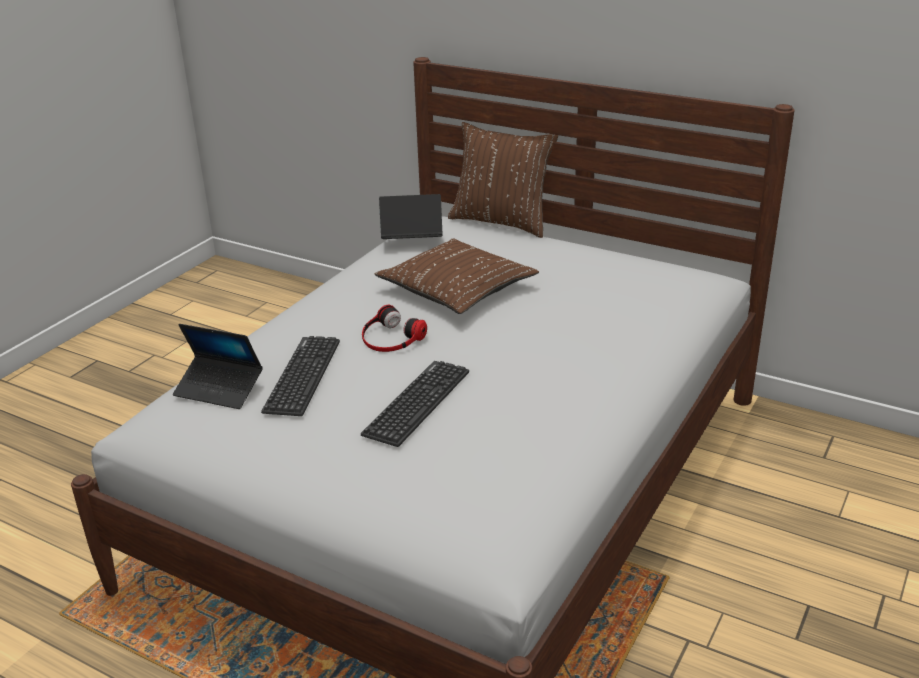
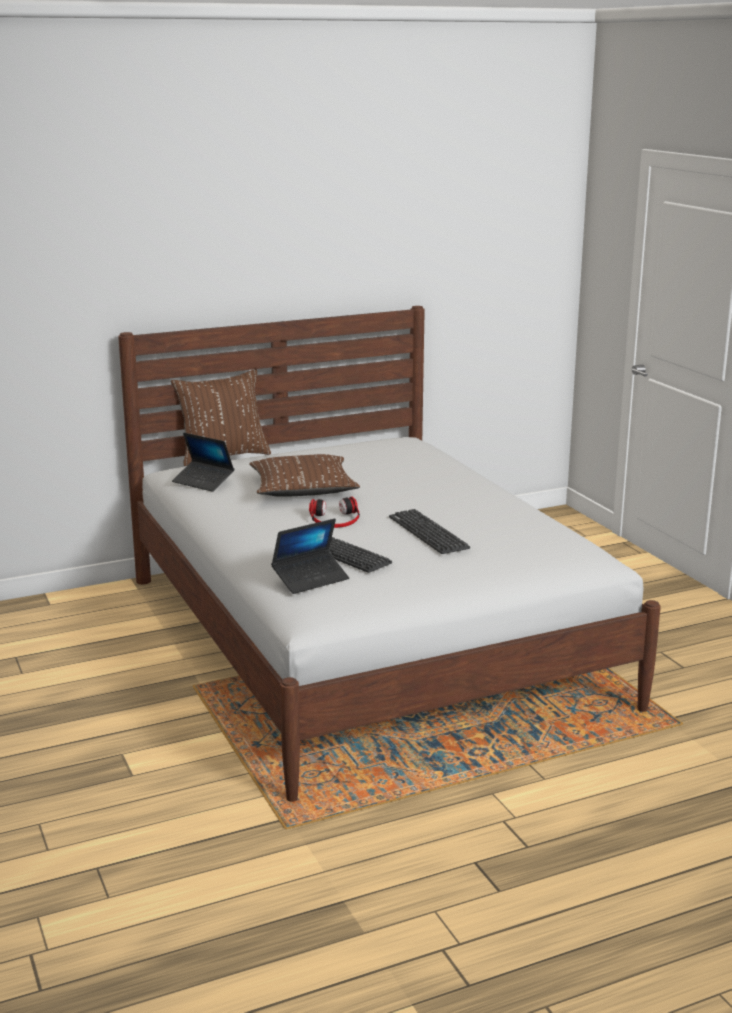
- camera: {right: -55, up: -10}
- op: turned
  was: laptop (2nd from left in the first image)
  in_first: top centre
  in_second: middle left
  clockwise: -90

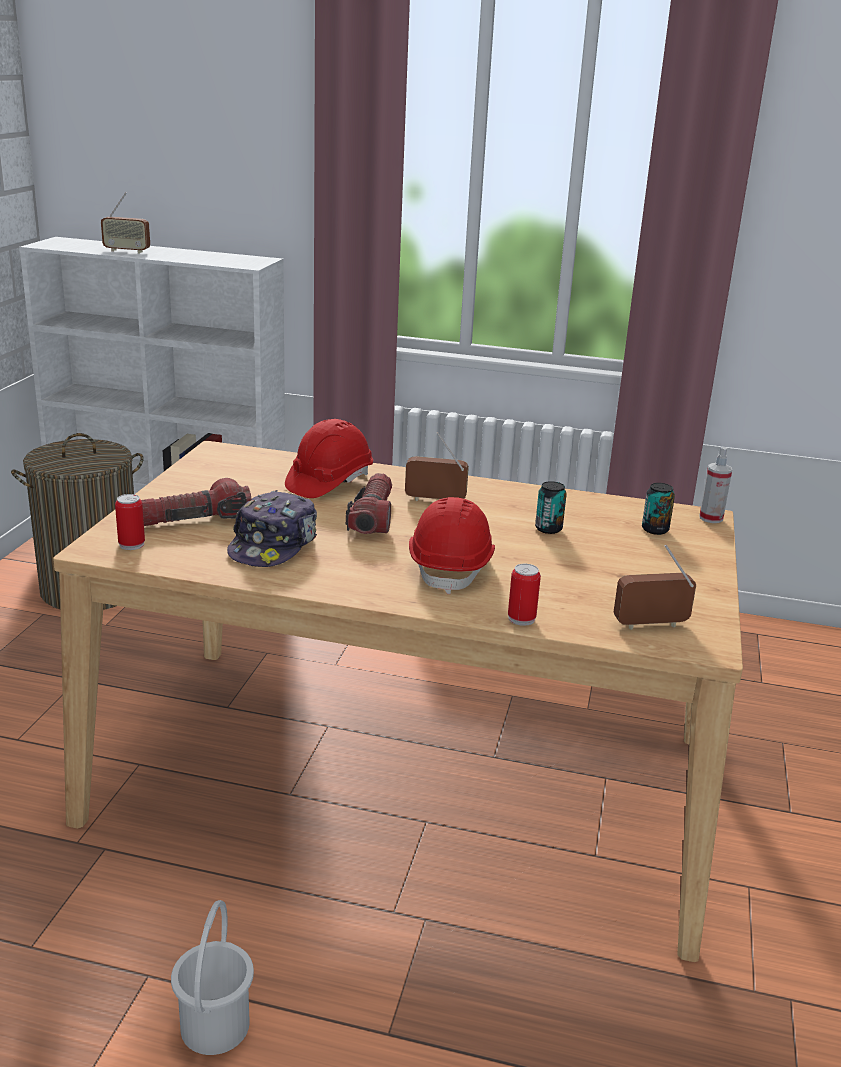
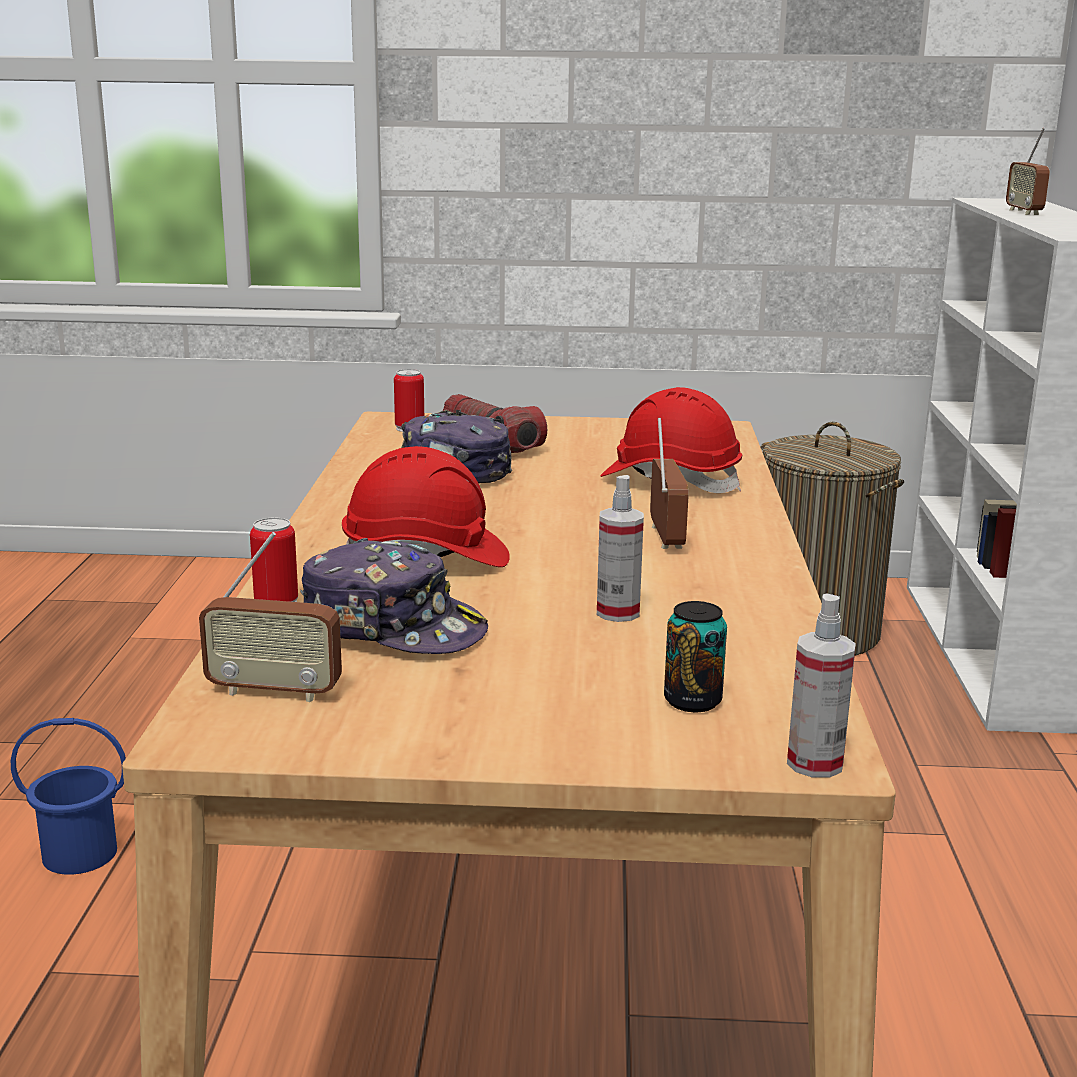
- camera: {right: 80, up: -5}
- op: recoloured
  was: white bucket
  now: blue bucket
  in_first: bottom left
  in_second: bottom left
- op: removed
  was: flashlight (2nd from left)
  in_first: centre
- op: replaced
  was: can (3rd from left)
  now: spray bottle (1st from left)
  in_first: centre
  in_second: centre
- op: turned
  was: radio (3rd from left in the first image)
  in_first: middle right
  in_second: middle left
  clockwise: 120
- op: added
  now: cap (1st from left)
  in_second: centre

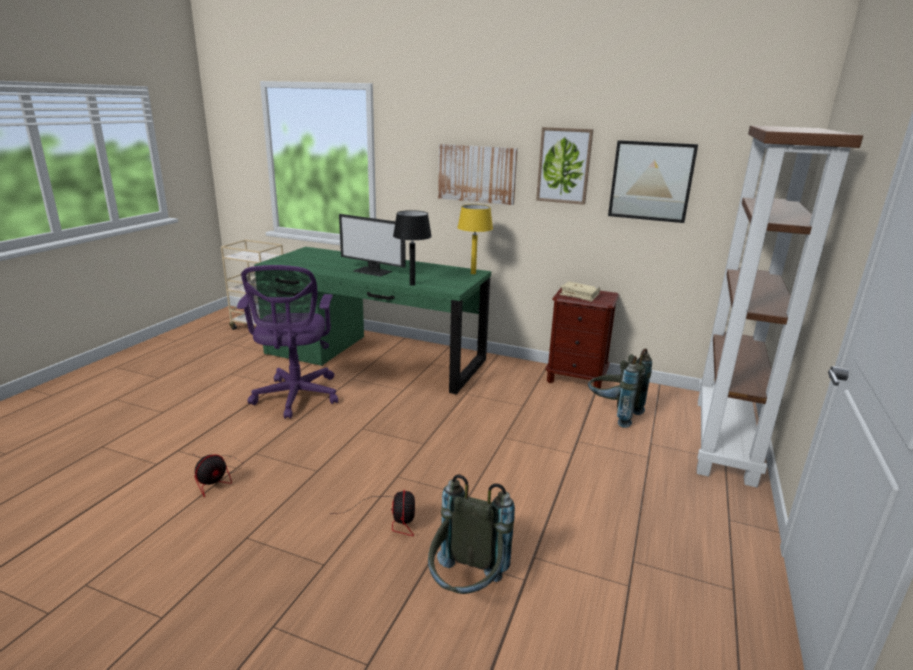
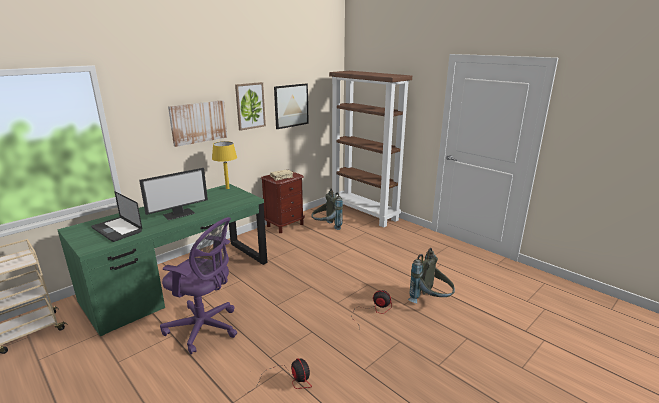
- camera: {right: -65, up: 0}
- op: removed
  was: black table lamp
  in_first: centre
- op: added
  now: laptop
  in_second: middle left

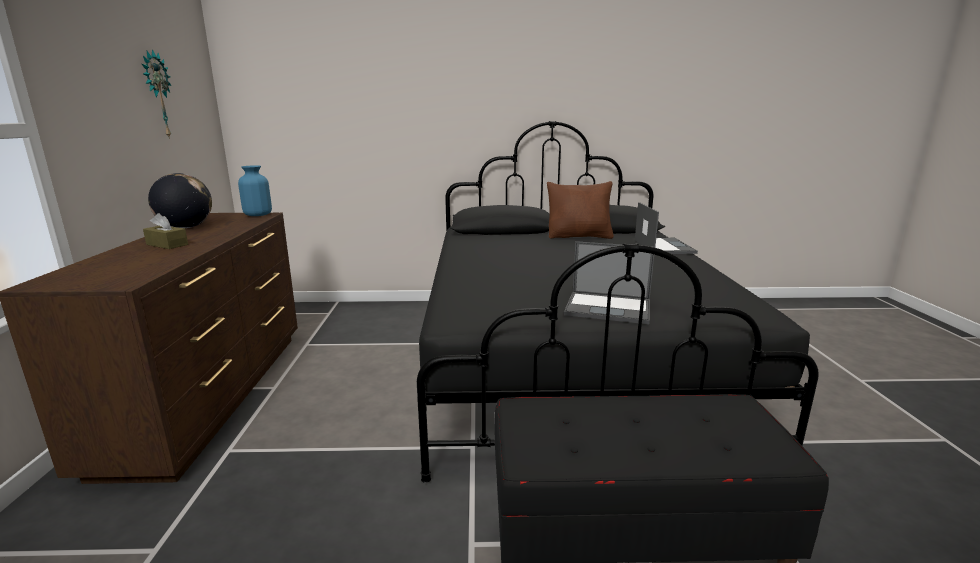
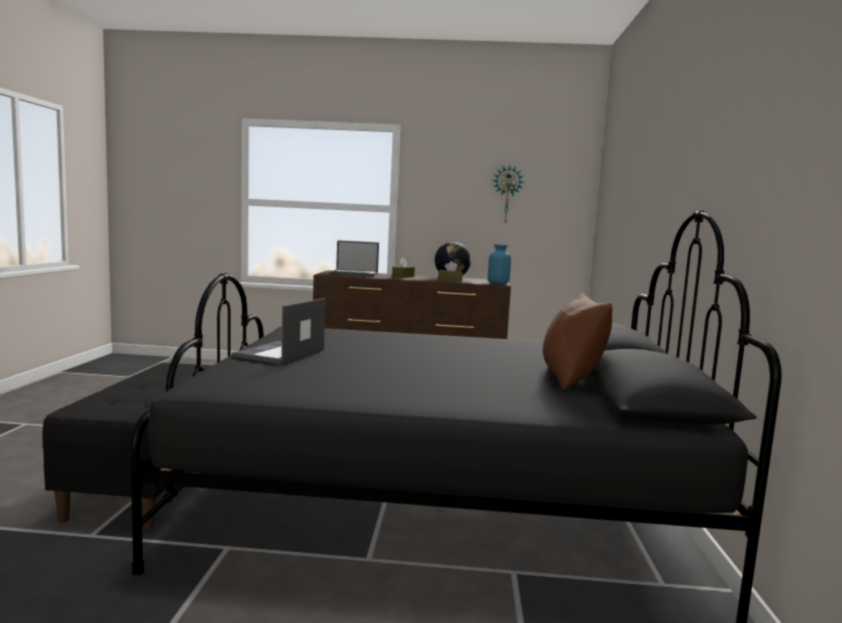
- camera: {right: 95, up: -10}
- op: moved
  was: laptop (2nd from left)
  in_first: middle right
  in_second: centre
- op: added
  now: brown tissue box (2nd from left)
  in_second: centre

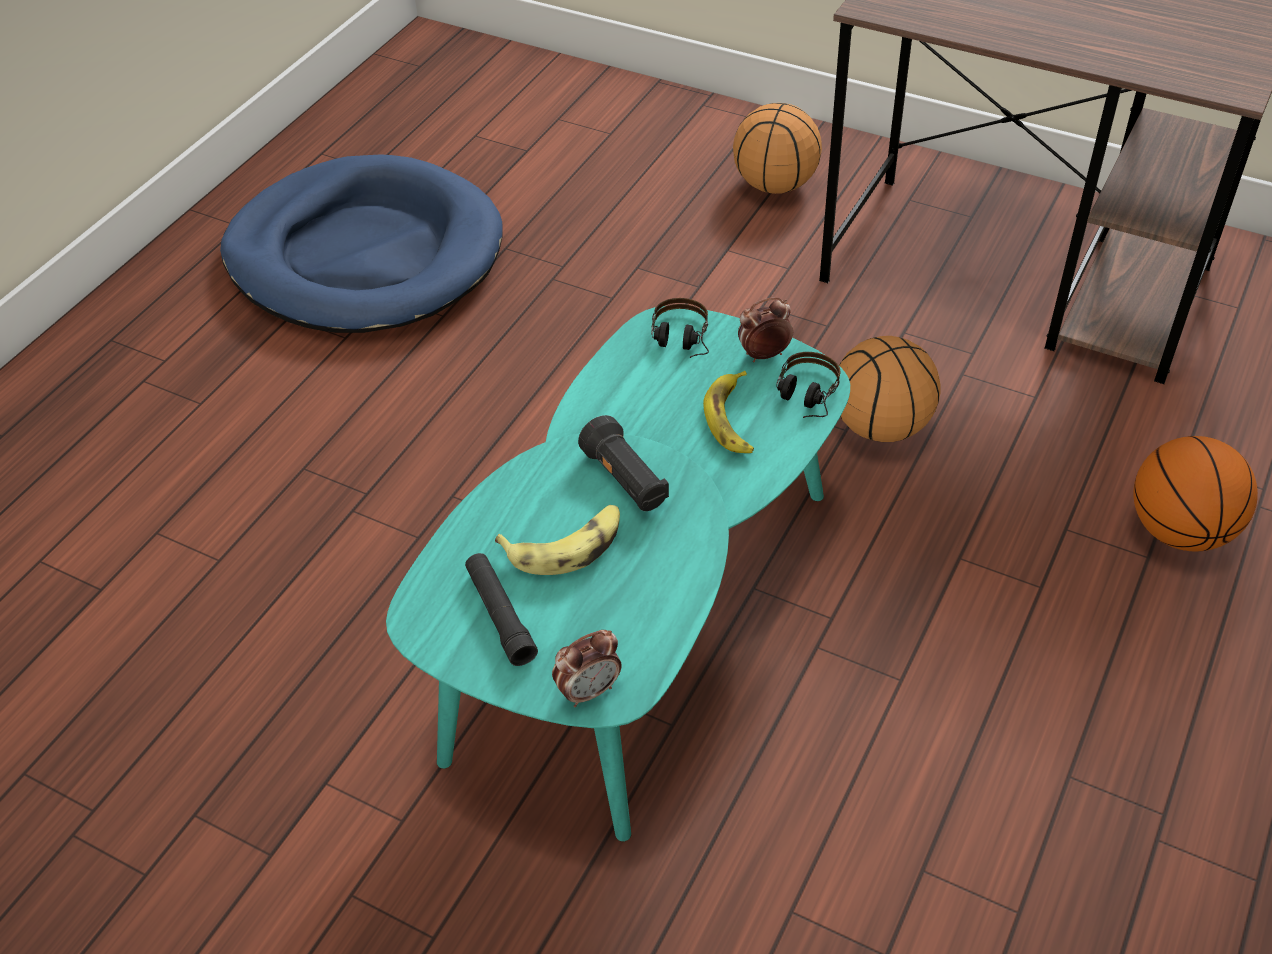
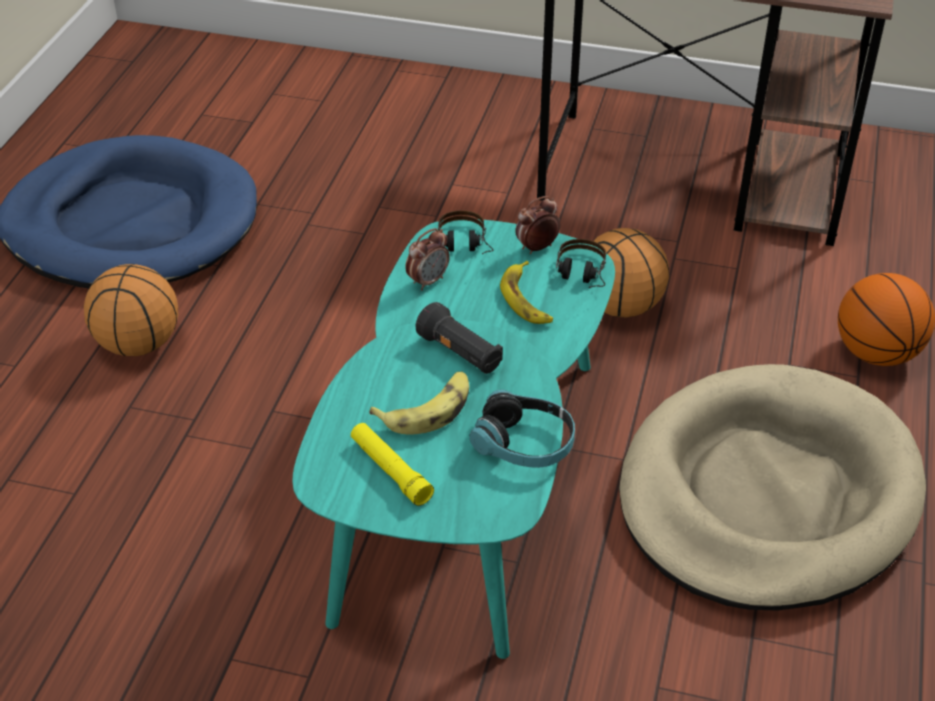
- camera: {right: -15, up: -5}
- op: recoloured
  was: black flashlight (1st from left)
  now: yellow flashlight
  in_first: centre
  in_second: centre
- op: moved
  was: alarm clock (1st from left)
  in_first: bottom centre
  in_second: centre
- op: moved
  was: basketball (1st from left)
  in_first: top centre
  in_second: middle left
- op: added
  now: headphones (2nd from left)
  in_second: centre
- op: added
  now: beige dog bed
  in_second: bottom right

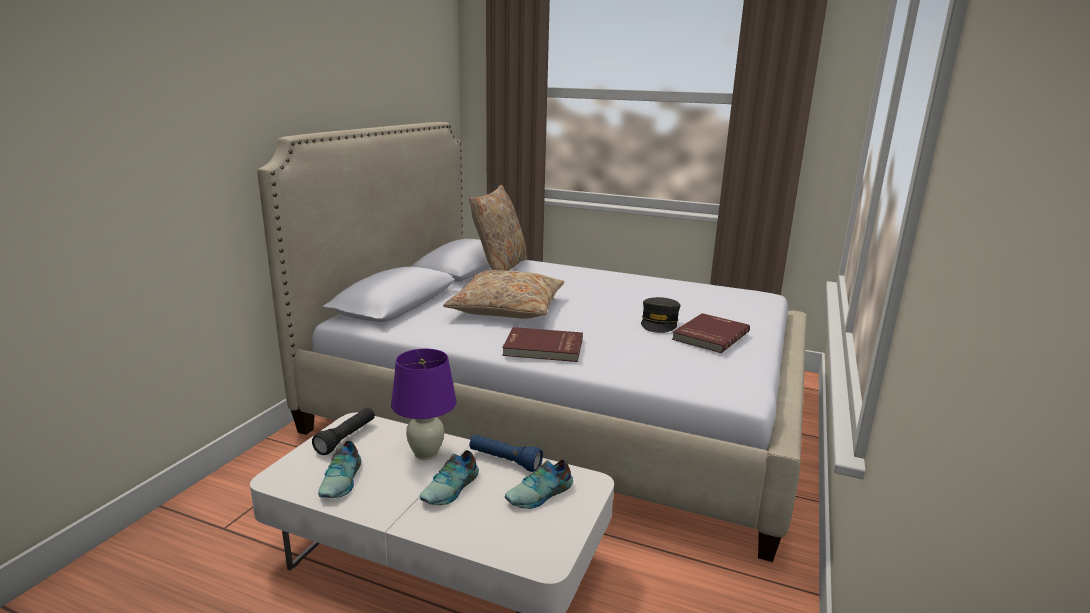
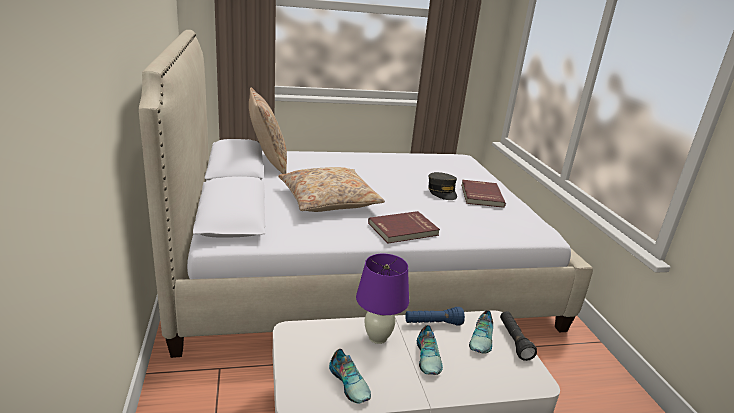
- camera: {right: -35, up: 5}
- op: moved
  was: black flashlight
  in_first: bottom left
  in_second: bottom right

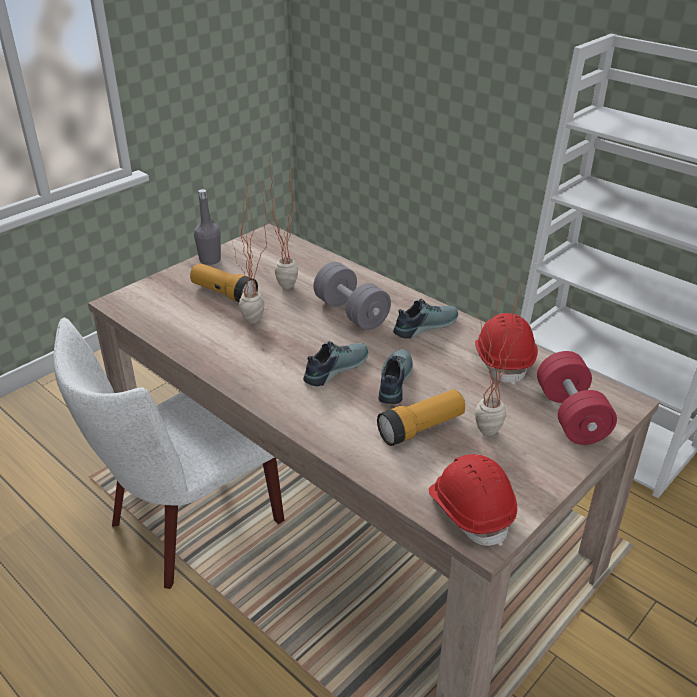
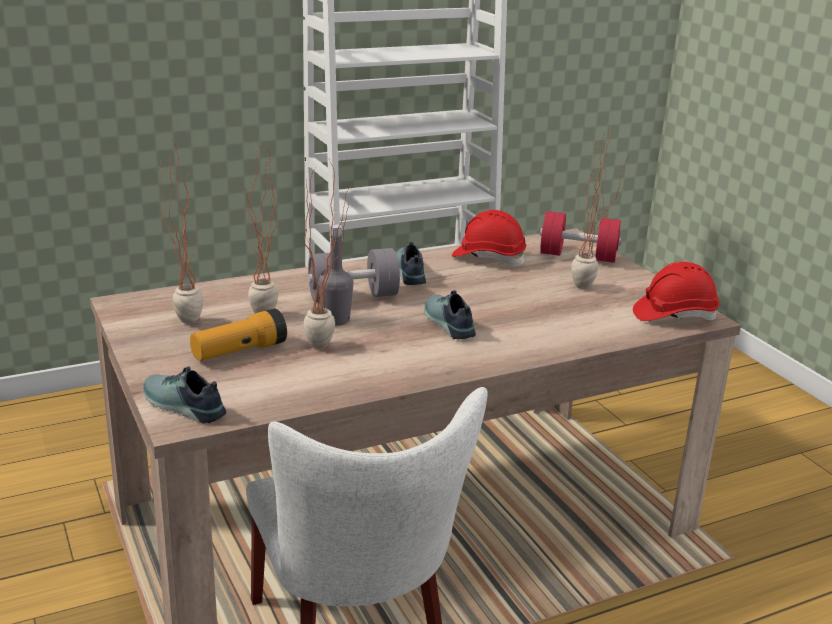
- camera: {right: -70, up: -10}
- op: moved
  was: grey bottle
  in_first: top left
  in_second: centre
- op: removed
  was: flashlight (2nd from left)
  in_first: centre
- op: moved
  was: shoe (2nd from left in the first image)
  now: shoe (1st from left)
  in_first: centre
  in_second: middle left
- op: added
  now: potted plant (1st from left)
  in_second: middle left

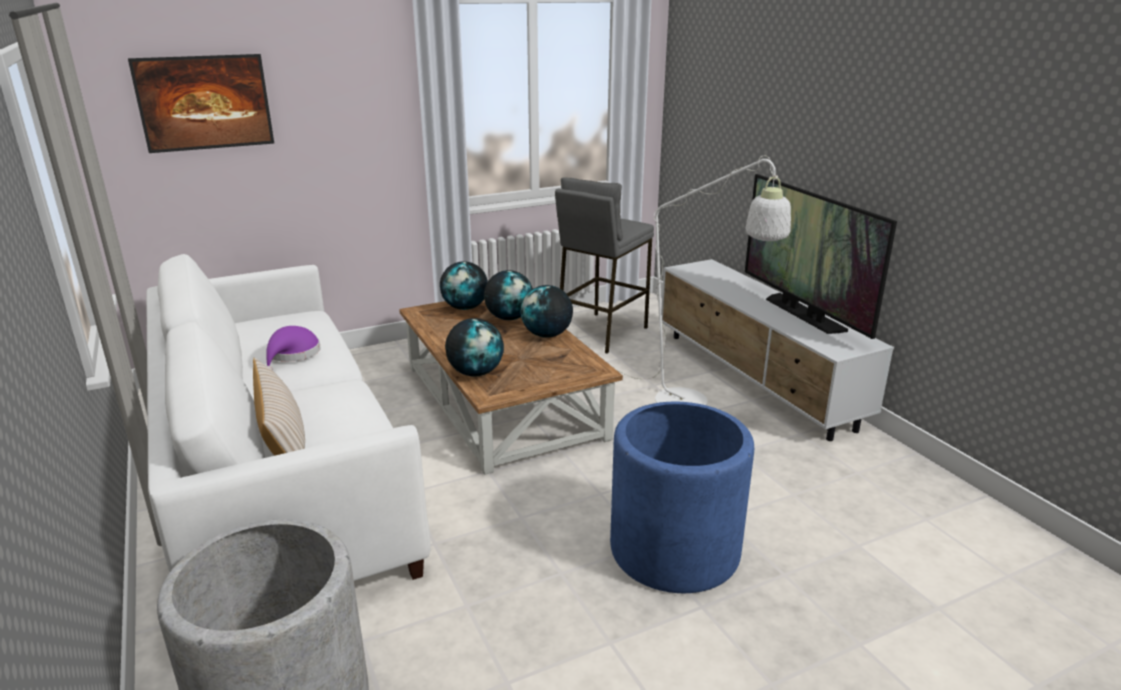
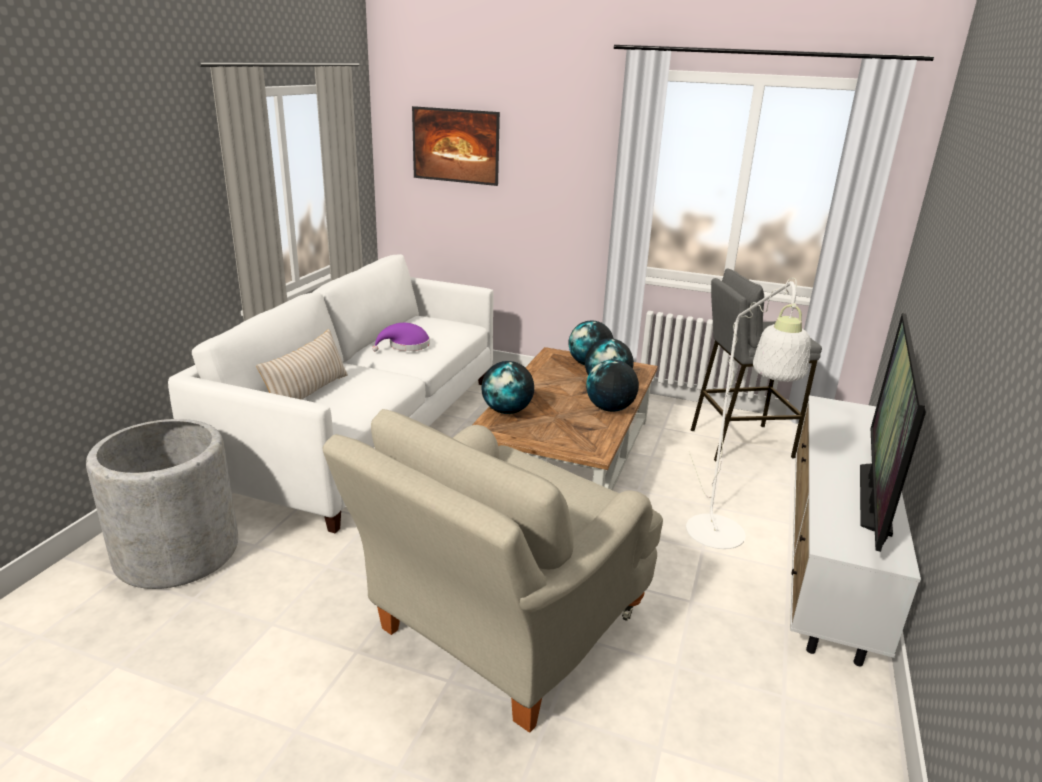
- camera: {right: 45, up: 0}
- op: replaced
  was: blue planter
  now: beige armchair
  in_first: bottom centre
  in_second: bottom centre

